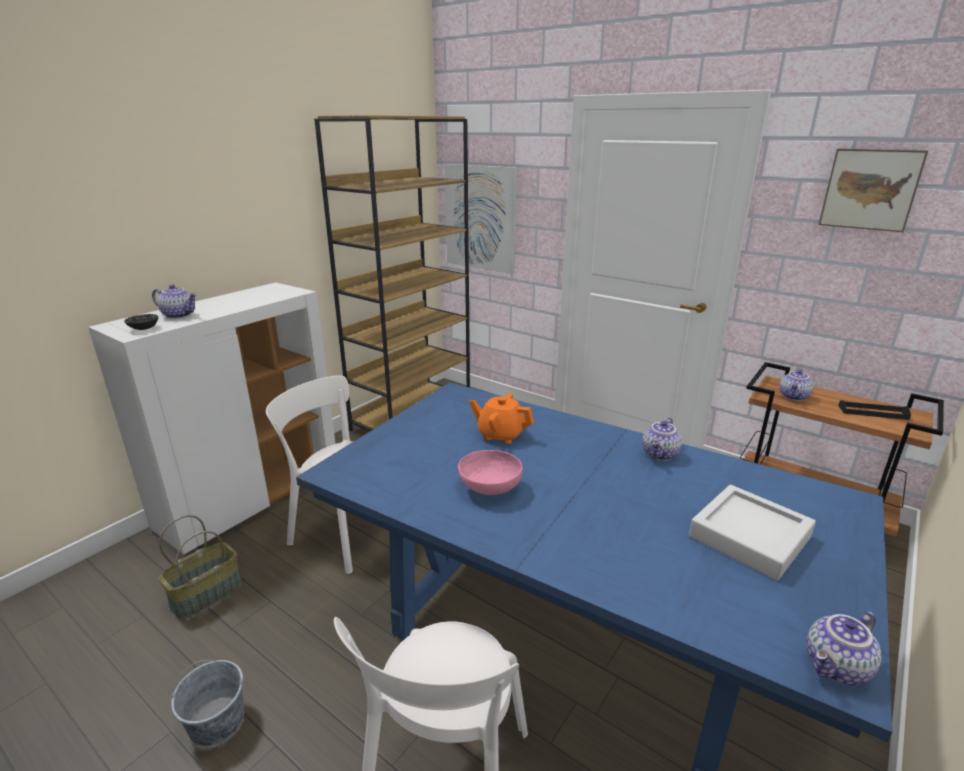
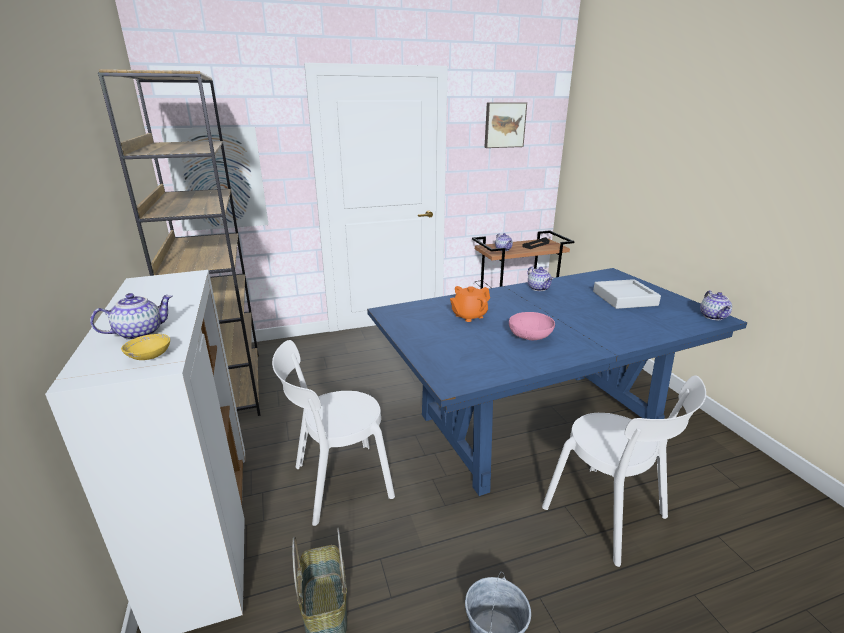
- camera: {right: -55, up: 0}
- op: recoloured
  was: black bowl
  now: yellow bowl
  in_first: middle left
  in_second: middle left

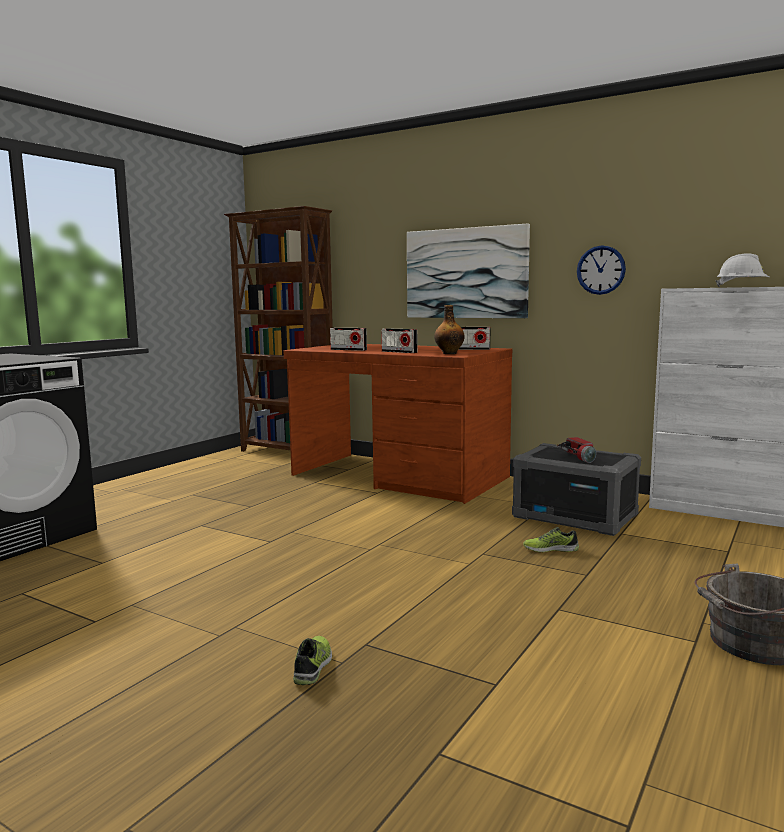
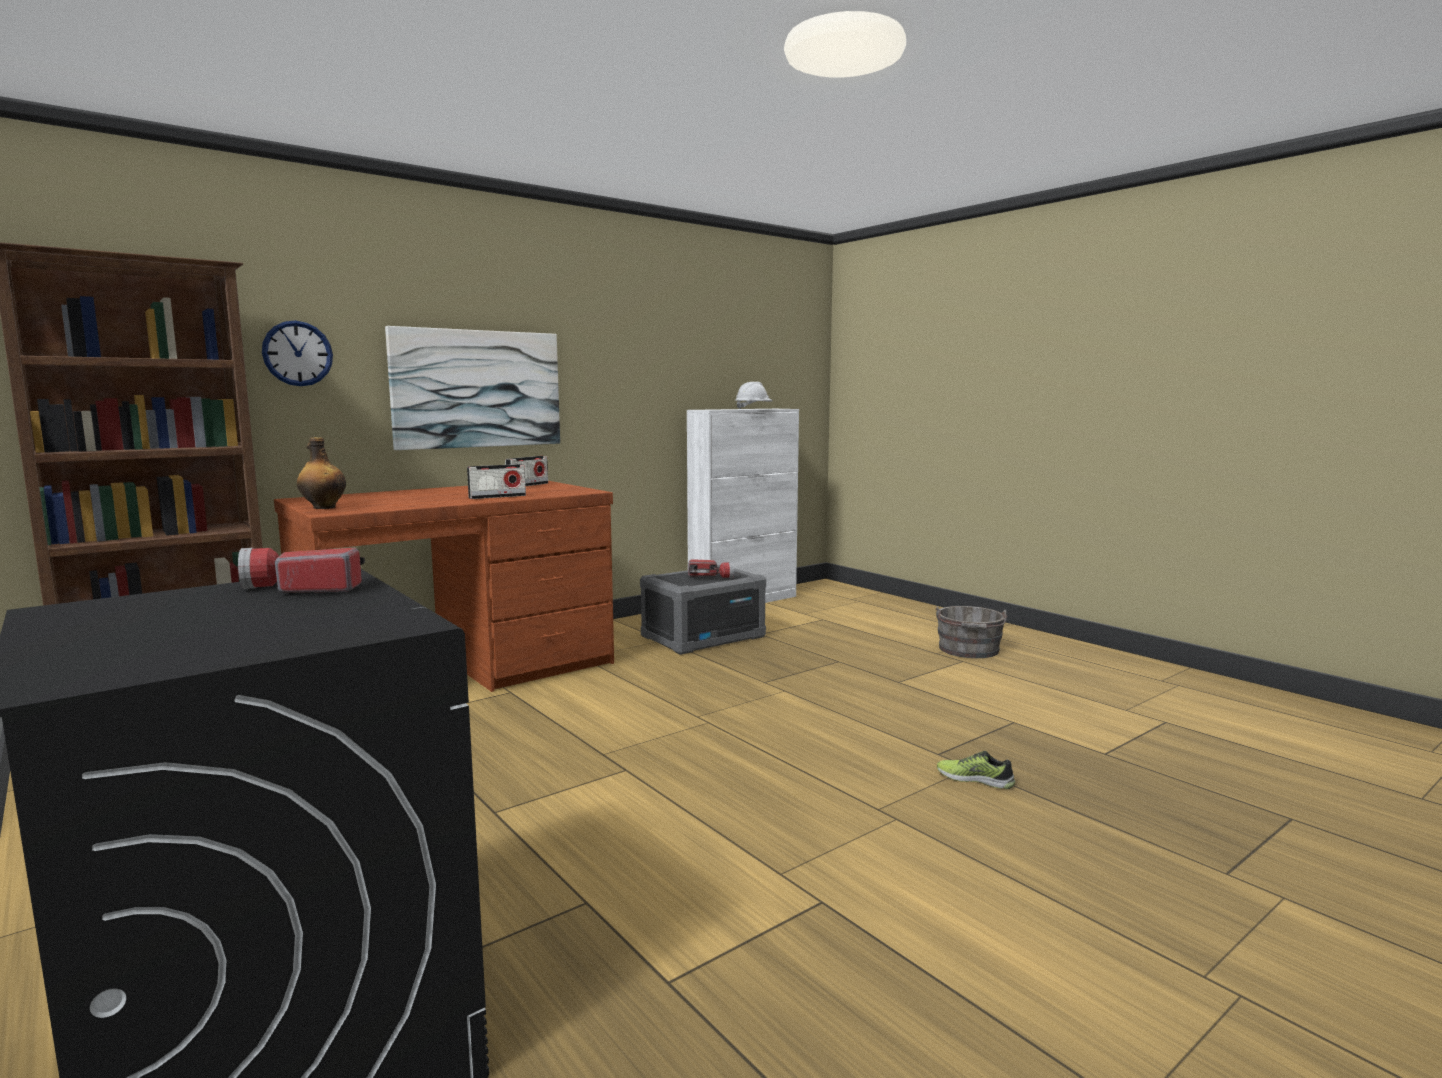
- camera: {right: -70, up: 0}
- op: removed
  was: radio (1st from left)
  in_first: centre
- op: moved
  was: bottle
  in_first: centre
  in_second: middle left
- op: removed
  was: shoe (2nd from left)
  in_first: middle right
- op: moved
  was: wall clock
  in_first: top right
  in_second: top left
- op: added
  now: flashlight (1st from left)
  in_second: middle left

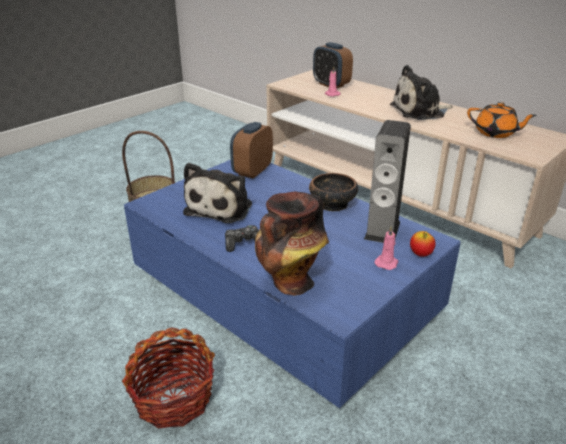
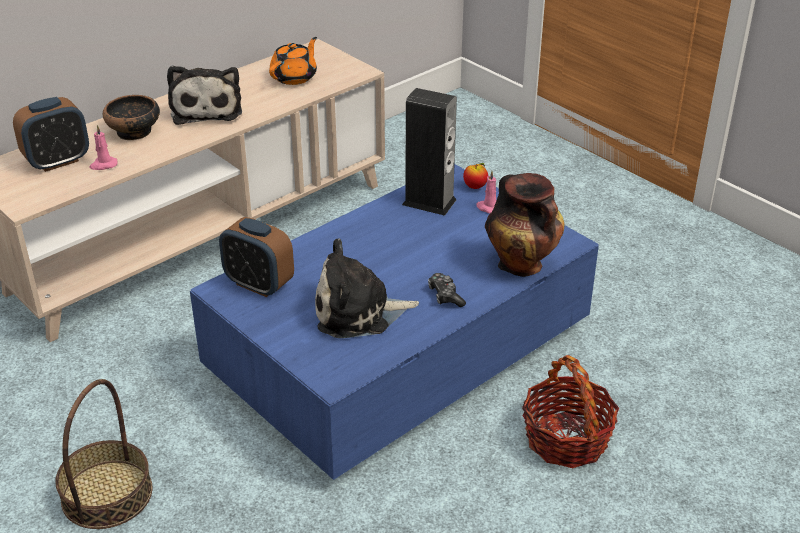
- camera: {right: -85, up: 5}
- op: turned
  was: plush toy (1st from left in the first image)
  in_first: centre
  in_second: centre
  clockwise: 150
- op: moved
  was: bowl
  in_first: centre
  in_second: top left

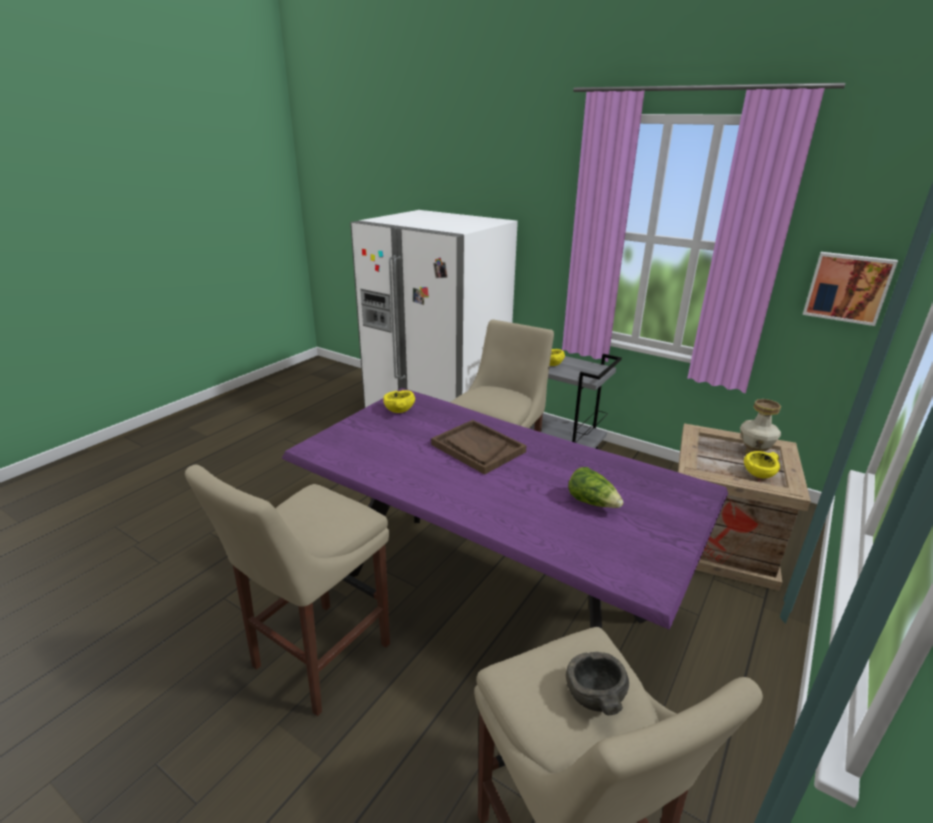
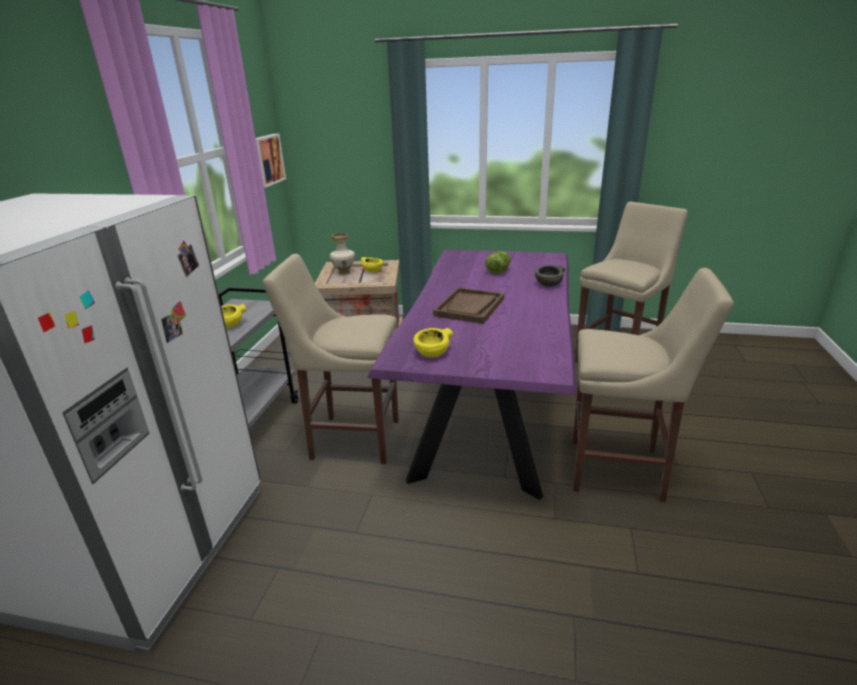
- camera: {right: -110, up: 0}
- op: moved
  was: grey bowl
  in_first: bottom centre
  in_second: centre

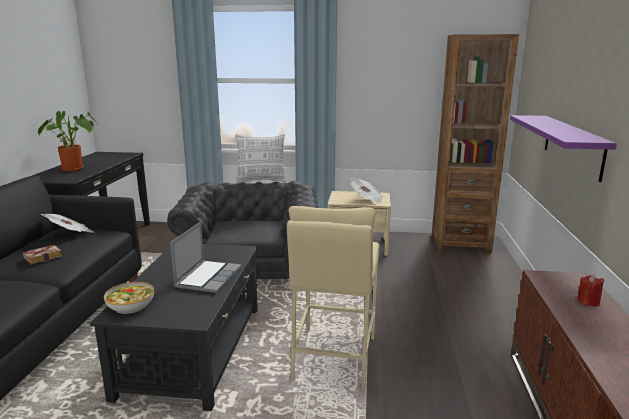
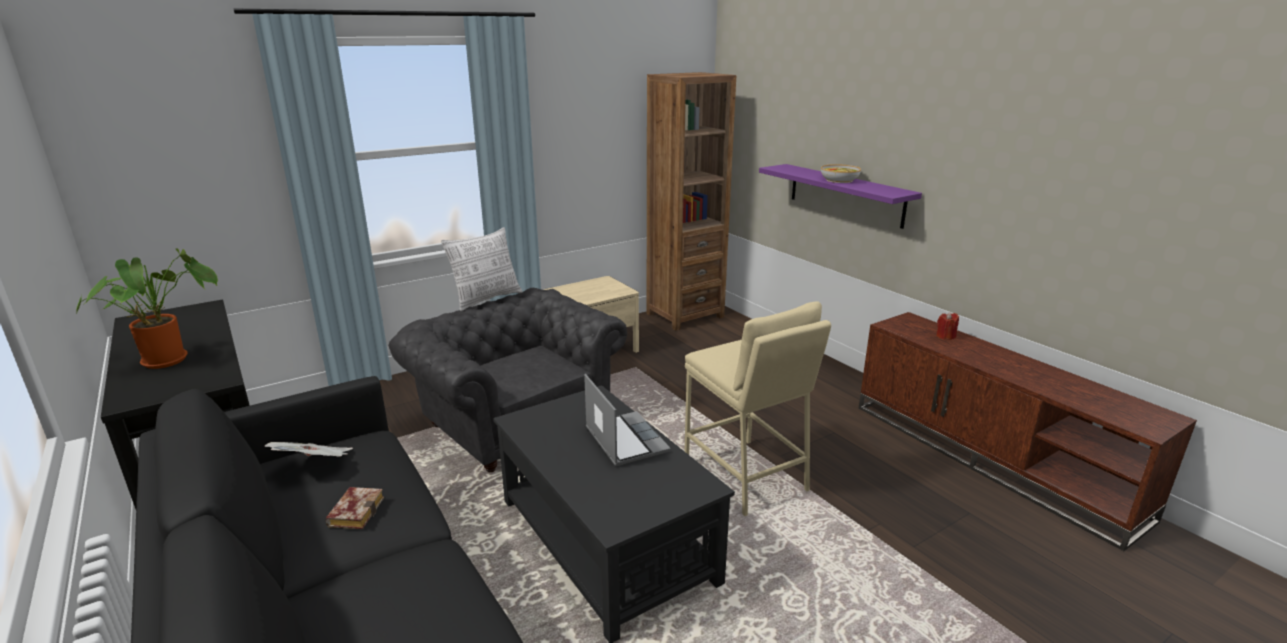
- camera: {right: -40, up: 5}
- op: moved
  was: bowl
  in_first: bottom left
  in_second: top centre
- op: removed
  was: newspaper (2nd from left)
  in_first: centre

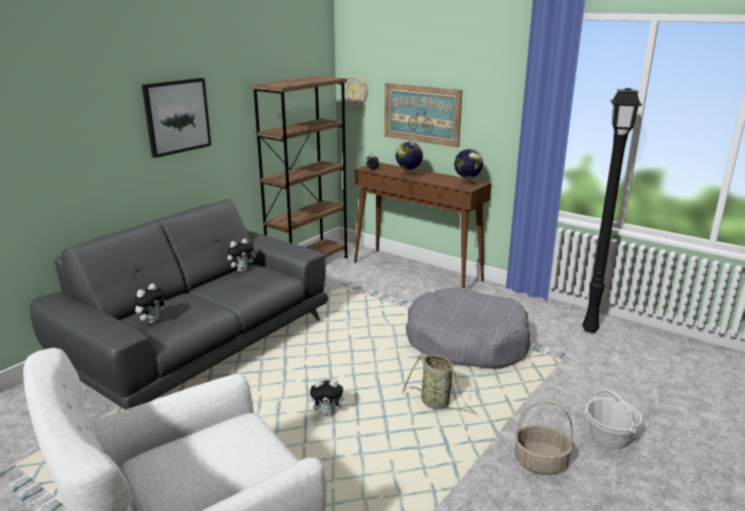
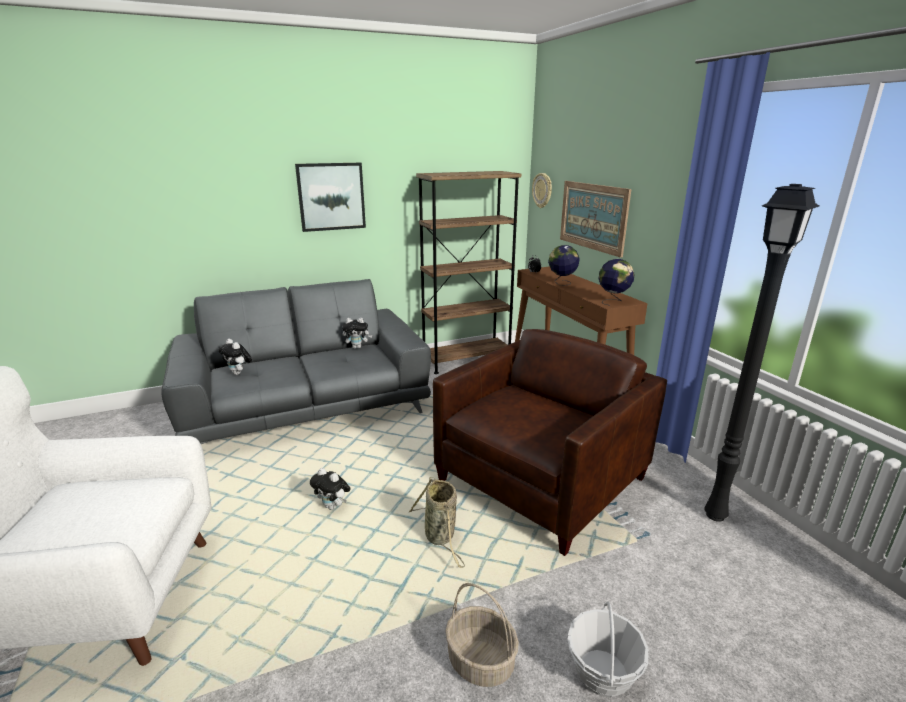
- camera: {right: 30, up: 0}
- op: turned
  was: plush toy (1st from left)
  in_first: middle left
  in_second: middle left
  clockwise: 75
- op: replaced
  was: grey dog bed
  now: brown armchair
  in_first: centre
  in_second: centre

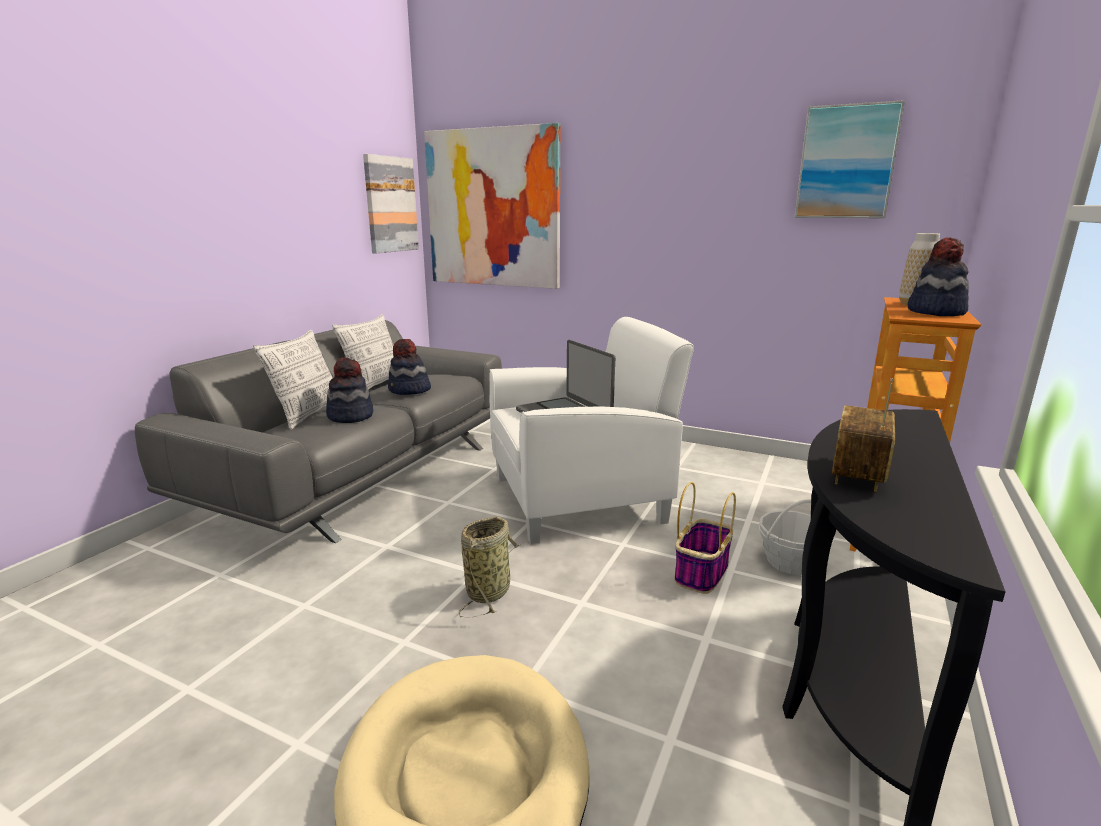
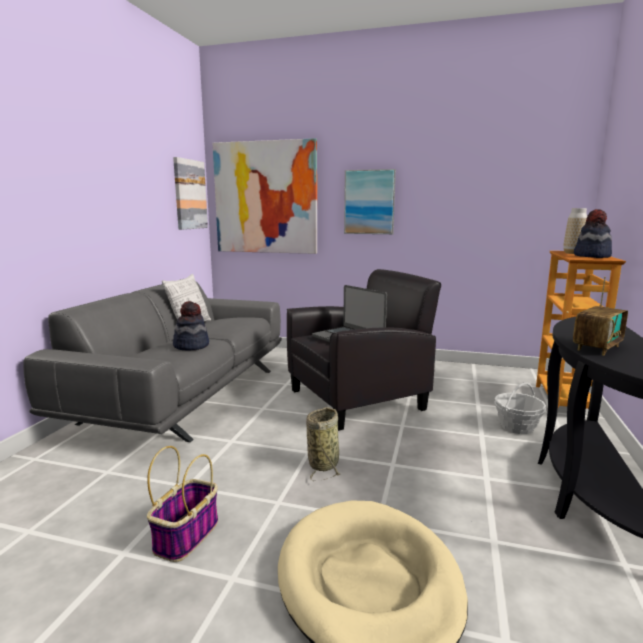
- camera: {right: -10, up: -5}
- op: removed
  was: pillow (1st from left)
  in_first: middle left
- op: removed
  was: hat (2nd from left)
  in_first: centre
- op: recoloured
  was: white armchair
  now: black armchair
  in_first: centre
  in_second: centre
- op: moved
  was: basket (2nd from left in the first image)
  now: basket (1st from left)
  in_first: centre
  in_second: bottom left
- op: moved
  was: picture (3rd from left)
  in_first: top right
  in_second: top centre
- op: turned
  was: radio
  in_first: middle right
  in_second: middle right
  clockwise: -150

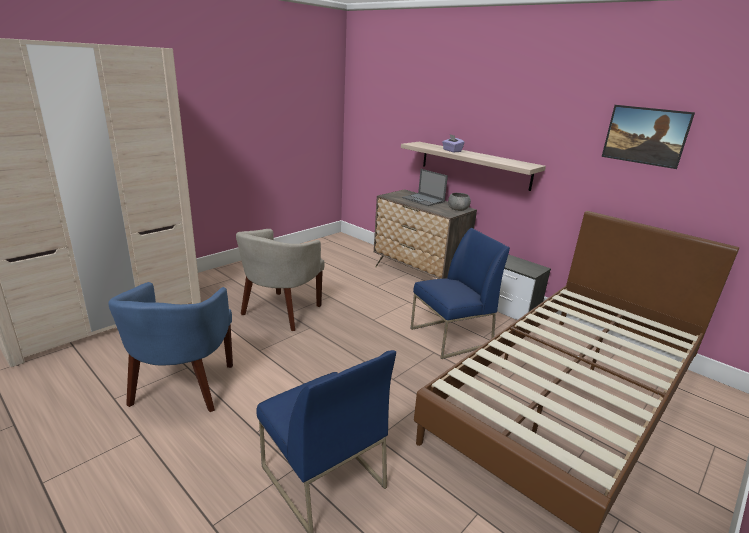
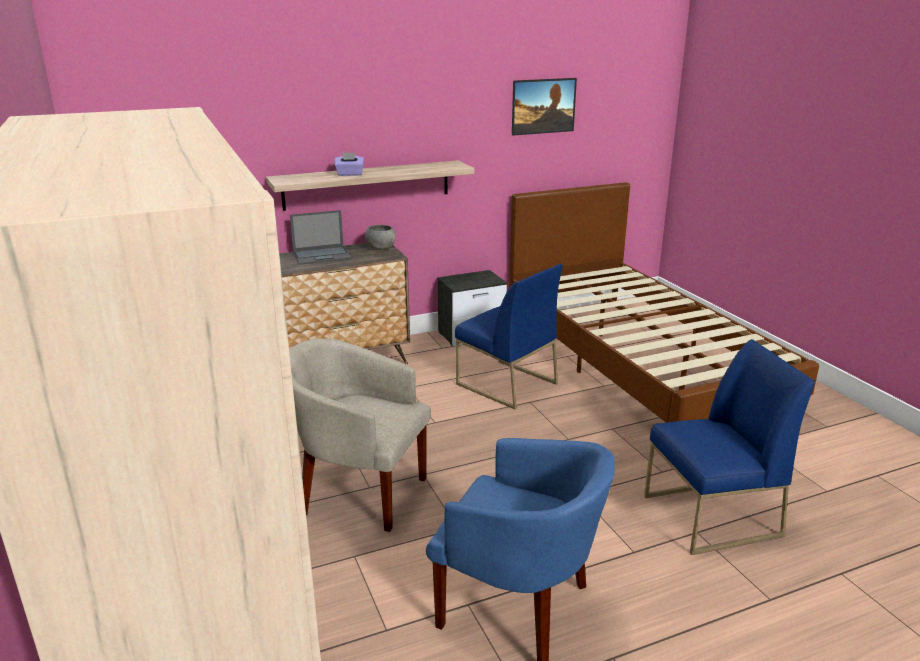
- camera: {right: -65, up: 0}
- op: turned
  was: beige armchair
  in_first: centre
  in_second: centre
  clockwise: 150
- op: turned
  was: blue chair (2nd from left in the first image)
  in_first: centre
  in_second: centre
  clockwise: 135

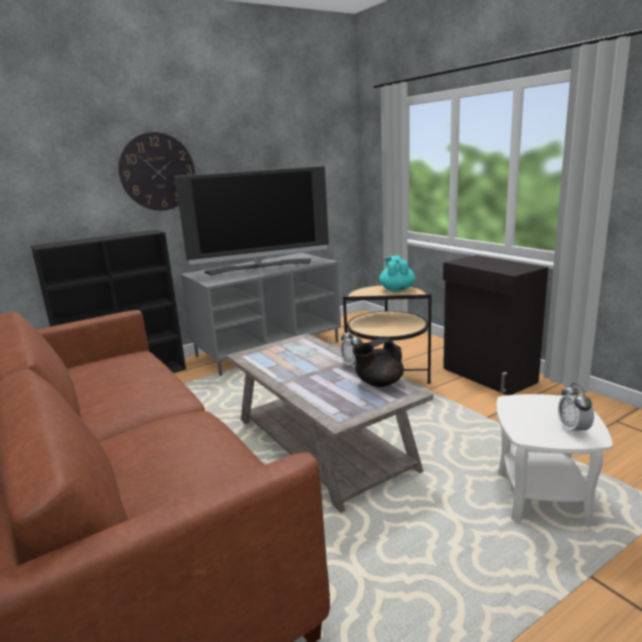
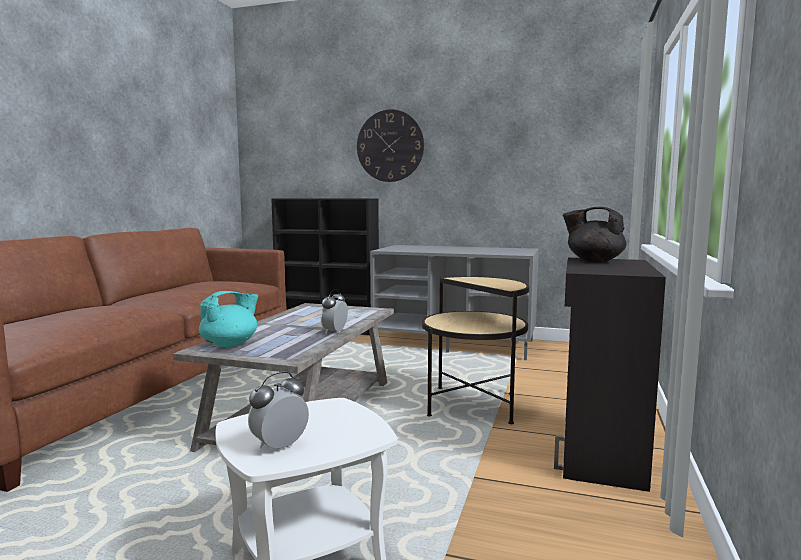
- camera: {right: 50, up: -10}
- op: removed
  was: television
  in_first: centre
- op: moved
  was: black teapot
  in_first: centre
  in_second: middle right
- op: moved
  was: turquoise teapot
  in_first: centre
  in_second: middle left

